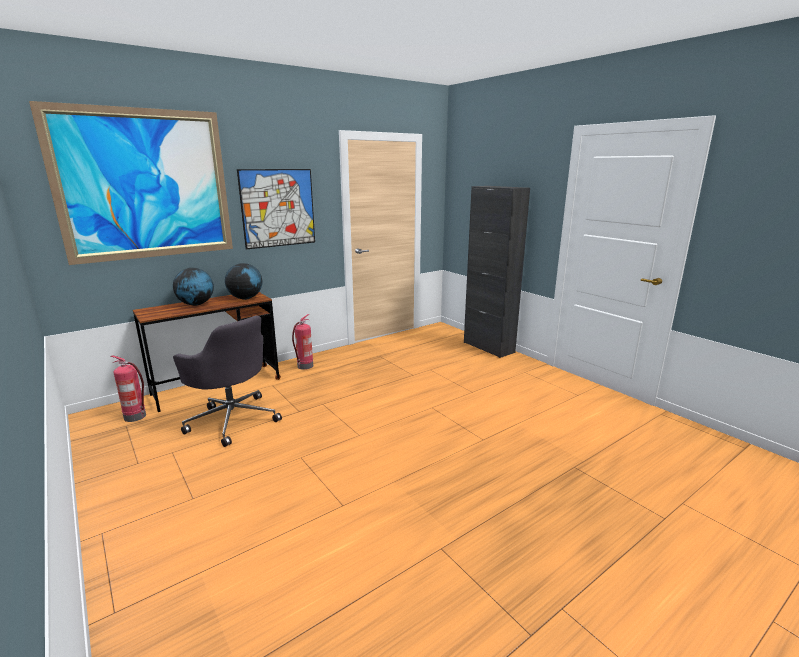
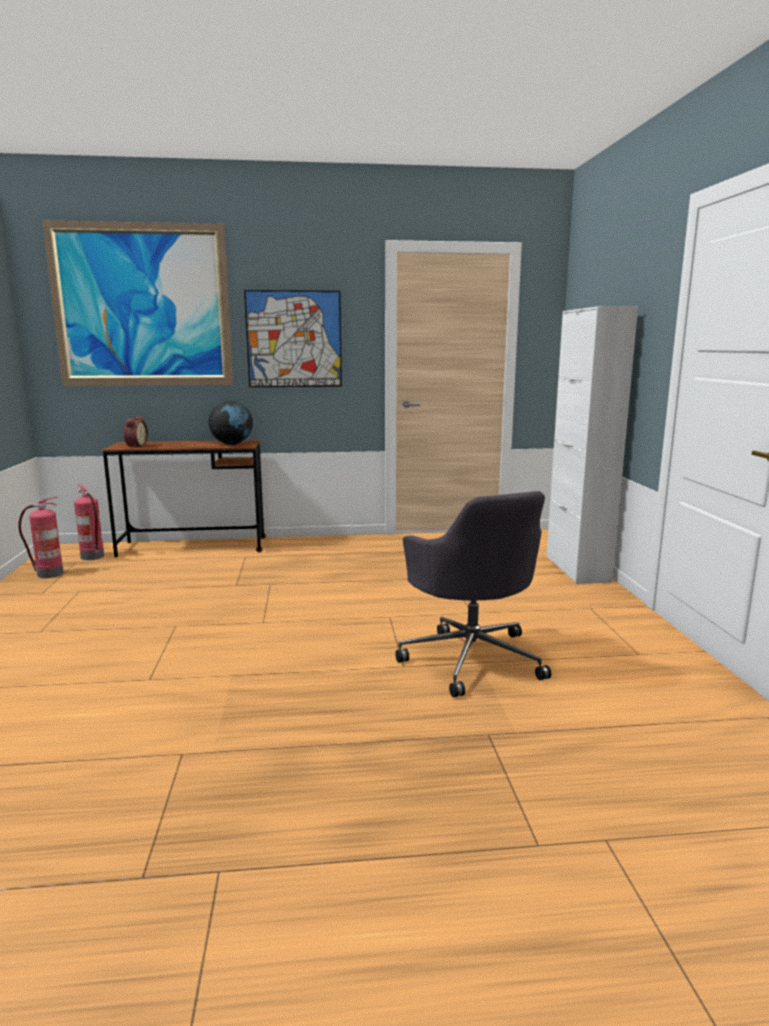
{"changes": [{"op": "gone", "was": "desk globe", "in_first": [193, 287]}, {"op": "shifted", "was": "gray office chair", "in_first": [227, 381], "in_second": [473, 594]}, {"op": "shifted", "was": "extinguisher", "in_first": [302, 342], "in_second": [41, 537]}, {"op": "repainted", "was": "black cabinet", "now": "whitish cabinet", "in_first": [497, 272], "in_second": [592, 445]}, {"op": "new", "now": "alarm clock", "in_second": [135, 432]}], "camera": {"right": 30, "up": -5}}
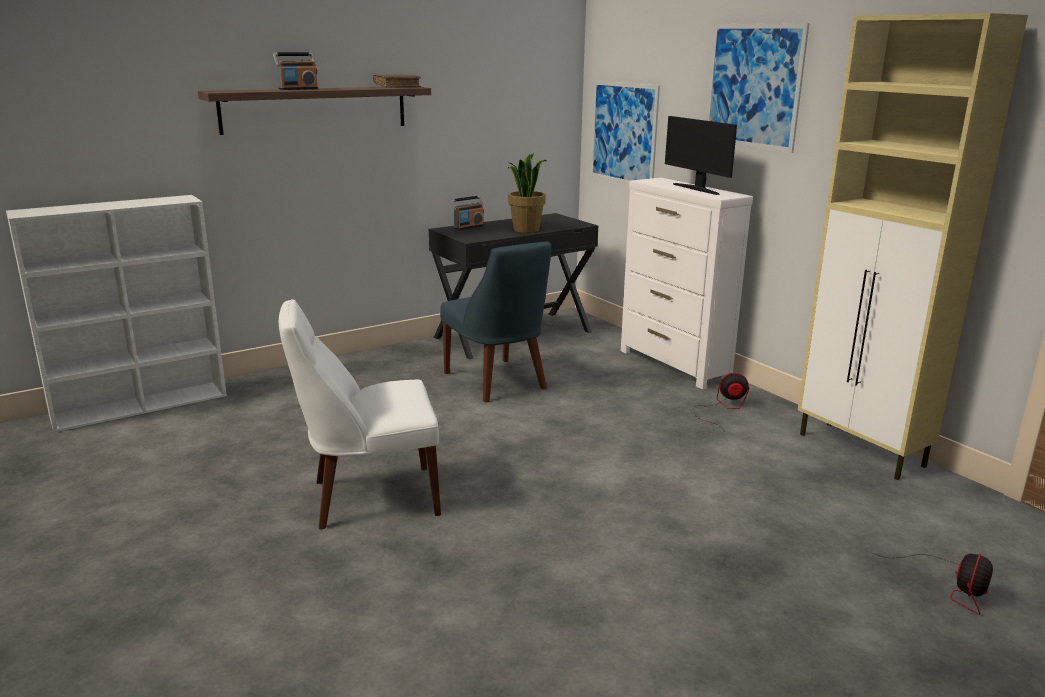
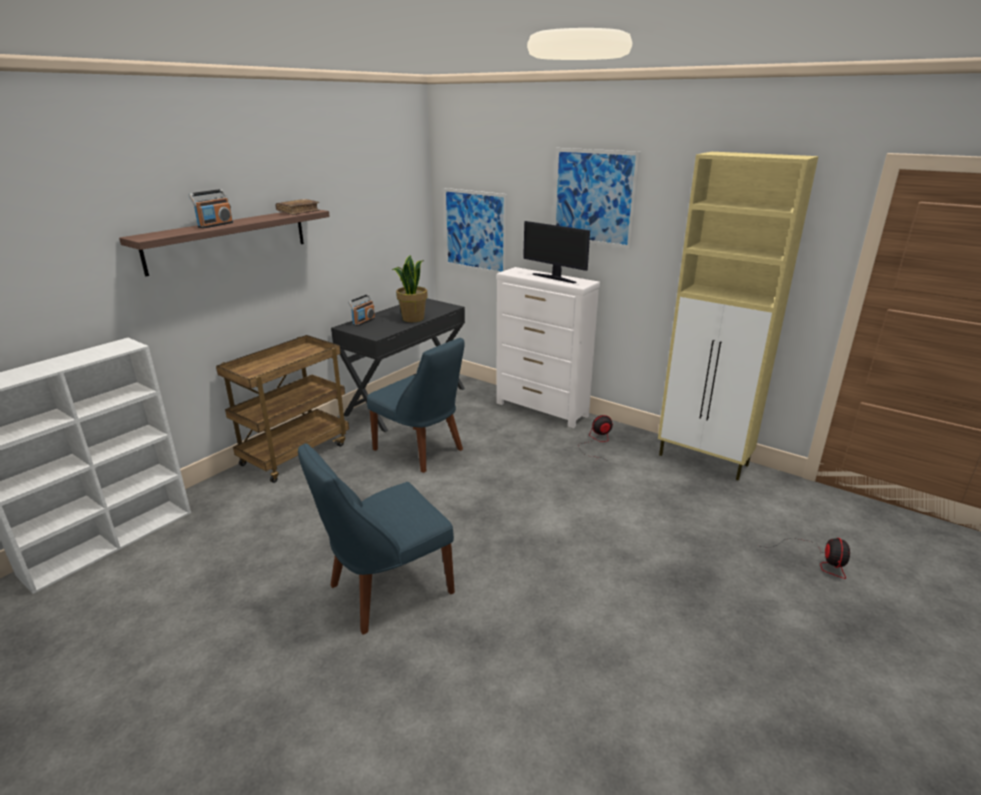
{"changes": [{"op": "repainted", "was": "whitish chair", "now": "blue chair", "in_first": [360, 414], "in_second": [376, 539]}, {"op": "new", "now": "brown-coloured trolley", "in_second": [282, 409]}], "camera": {"right": -20, "up": 5}}
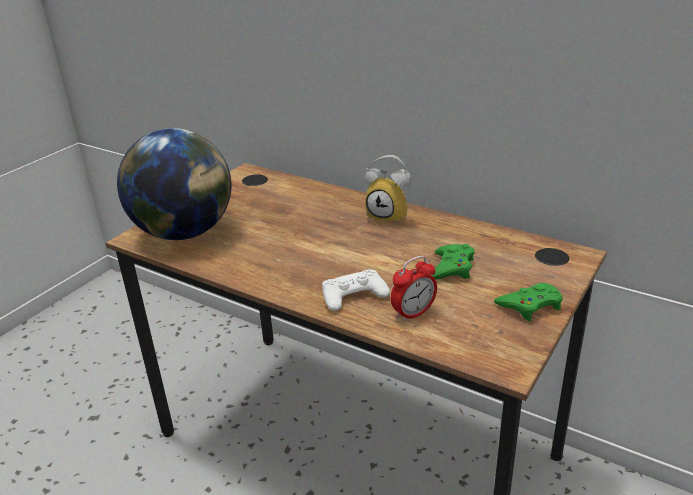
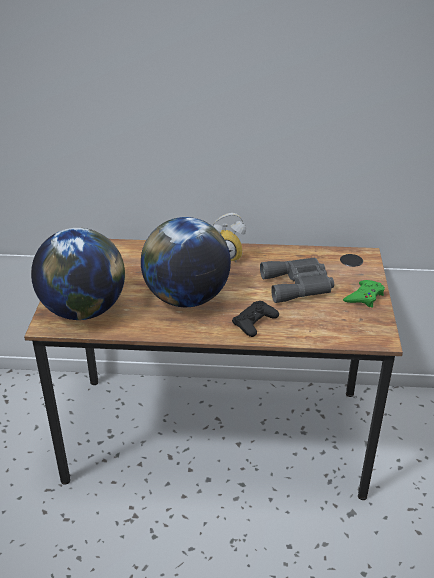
{"changes": [{"op": "repainted", "was": "whitish gamepad", "now": "black gamepad", "in_first": [356, 290], "in_second": [255, 319]}, {"op": "gone", "was": "alarm clock", "in_first": [414, 289]}, {"op": "swapped", "was": "greenish gamepad", "now": "gray field glasses", "in_first": [452, 262], "in_second": [297, 280]}, {"op": "new", "now": "desk globe", "in_second": [186, 262]}], "camera": {"right": -30, "up": 5}}
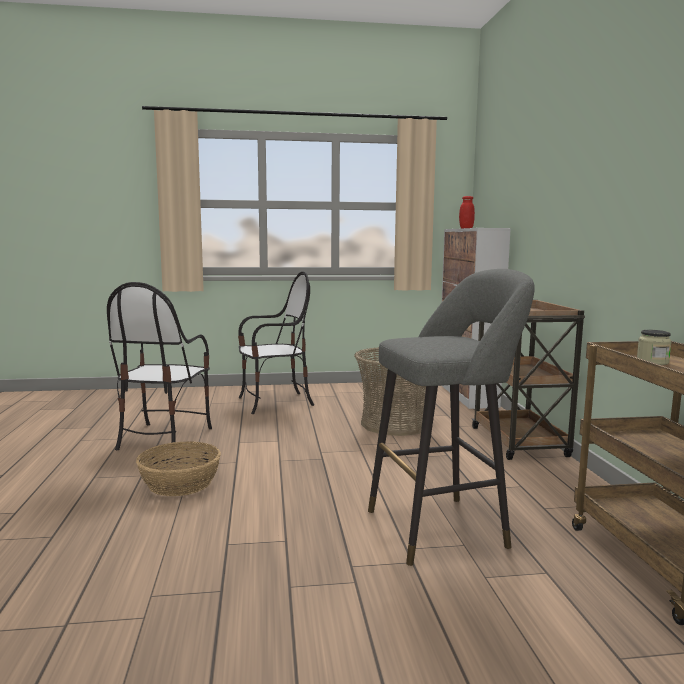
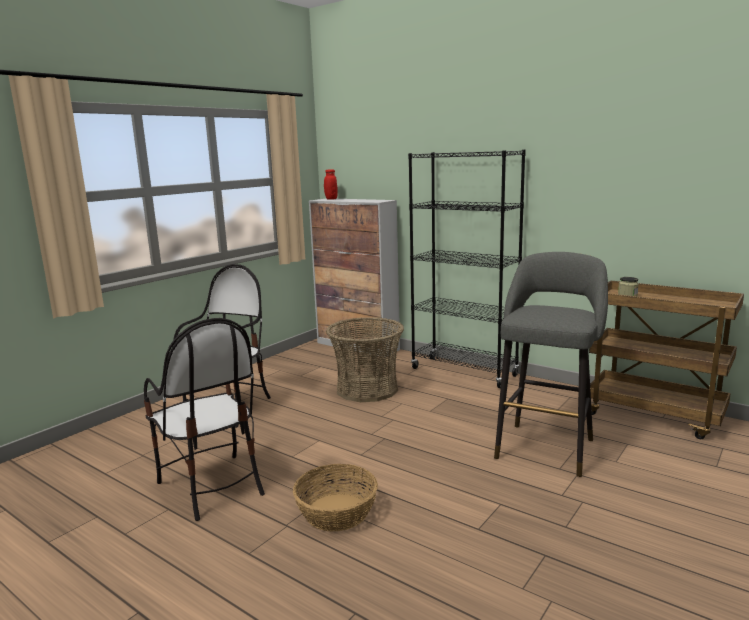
{"changes": [{"op": "swapped", "was": "brown-coloured trolley", "now": "black bookshelf", "in_first": [528, 380], "in_second": [467, 269]}], "camera": {"right": -45, "up": 5}}
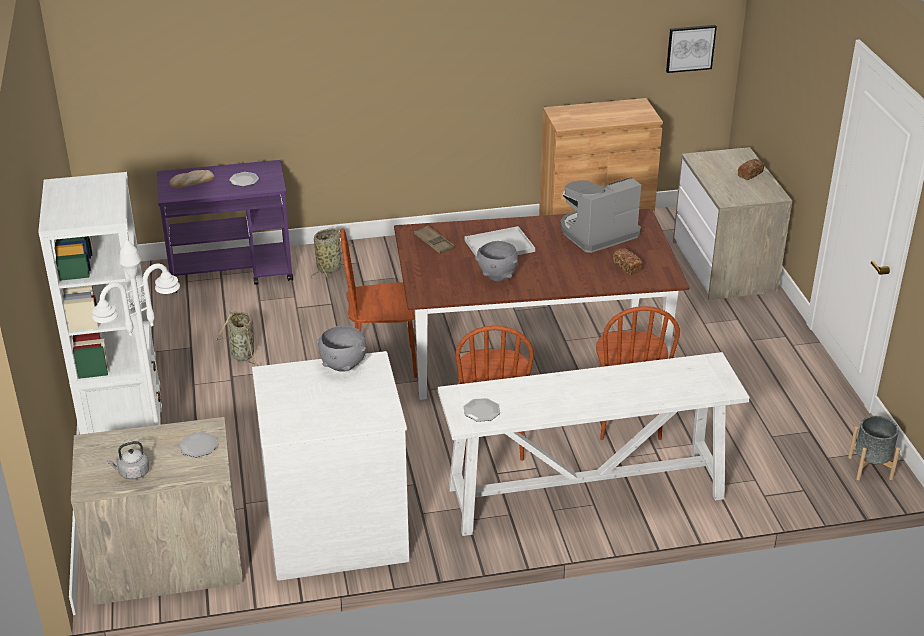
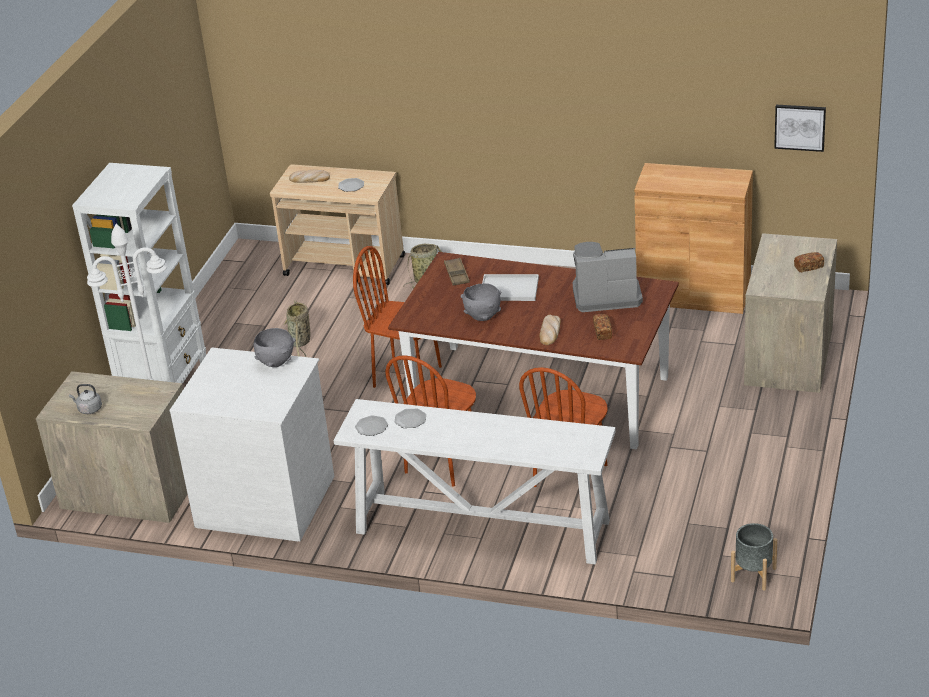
{"changes": [{"op": "repainted", "was": "purple trolley", "now": "sand-coloured trolley", "in_first": [225, 226], "in_second": [337, 224]}, {"op": "shifted", "was": "plate", "in_first": [198, 444], "in_second": [410, 418]}, {"op": "new", "now": "baked bread", "in_second": [550, 330]}], "camera": {"right": 30, "up": 0}}
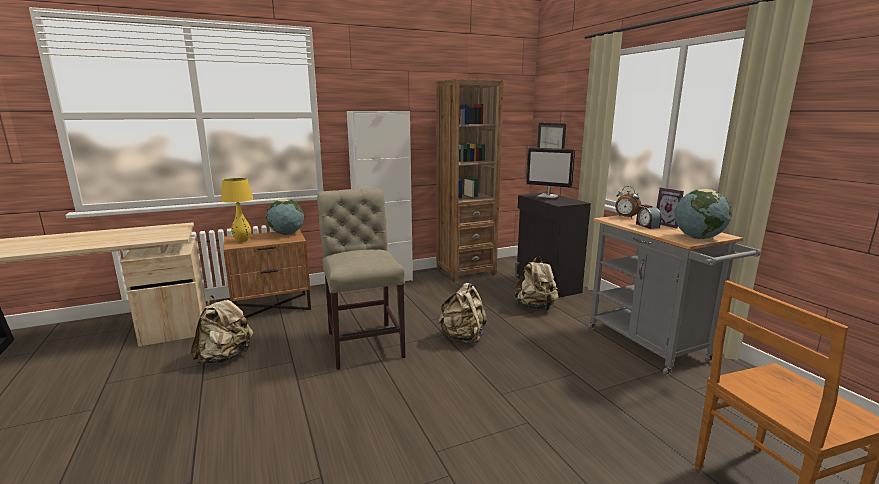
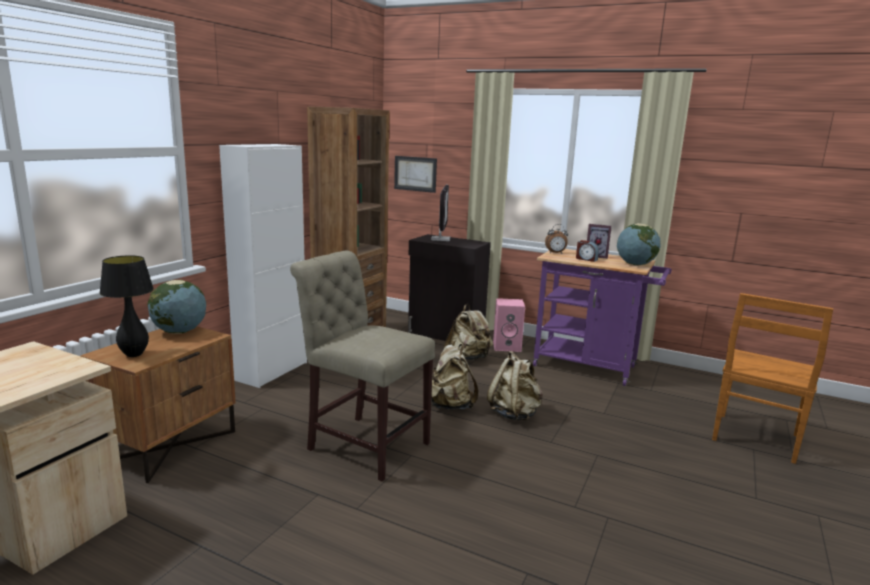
{"changes": [{"op": "shifted", "was": "sand-coloured backpack", "in_first": [222, 329], "in_second": [515, 386]}, {"op": "repainted", "was": "yellow tabletop lamp", "now": "black tabletop lamp", "in_first": [237, 210], "in_second": [127, 306]}, {"op": "rotated", "was": "monitor", "in_first": [550, 172], "in_second": [441, 213], "clockwise": -75}, {"op": "repainted", "was": "gray trolley", "now": "purple trolley", "in_first": [674, 295], "in_second": [602, 317]}, {"op": "new", "now": "pink audio speaker", "in_second": [509, 325]}], "camera": {"right": -40, "up": 0}}
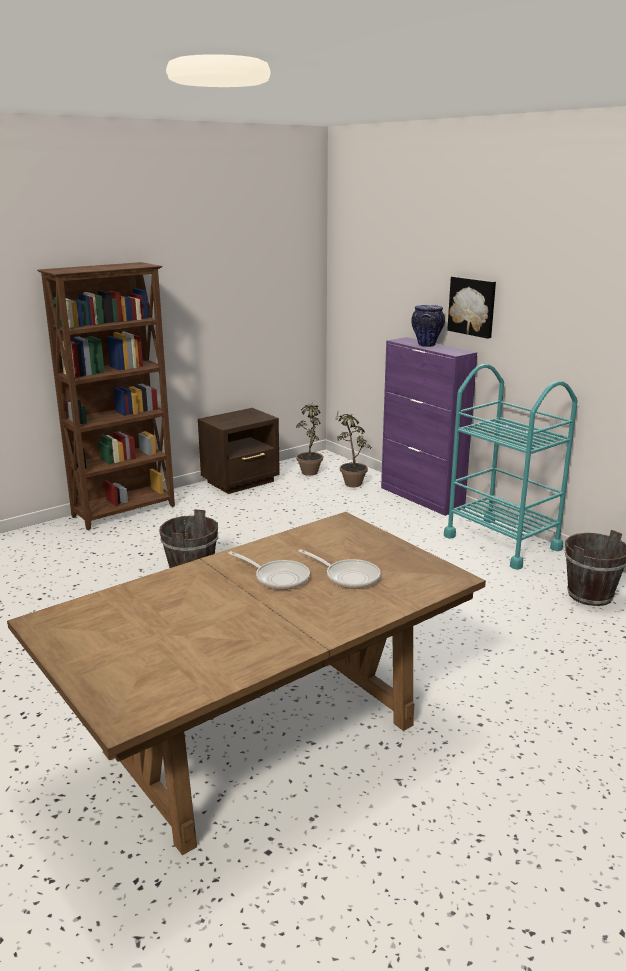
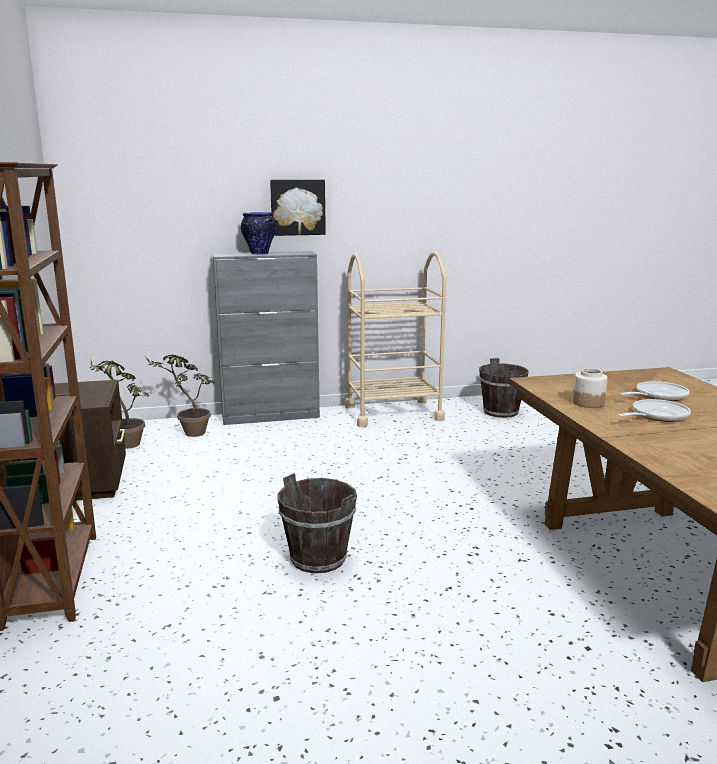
{"changes": [{"op": "repainted", "was": "purple cabinet", "now": "gray cabinet", "in_first": [429, 426], "in_second": [266, 338]}, {"op": "repainted", "was": "turquoise trolley", "now": "sand-coloured trolley", "in_first": [511, 467], "in_second": [395, 339]}, {"op": "new", "now": "preserve jar", "in_second": [590, 388]}], "camera": {"right": -65, "up": -5}}
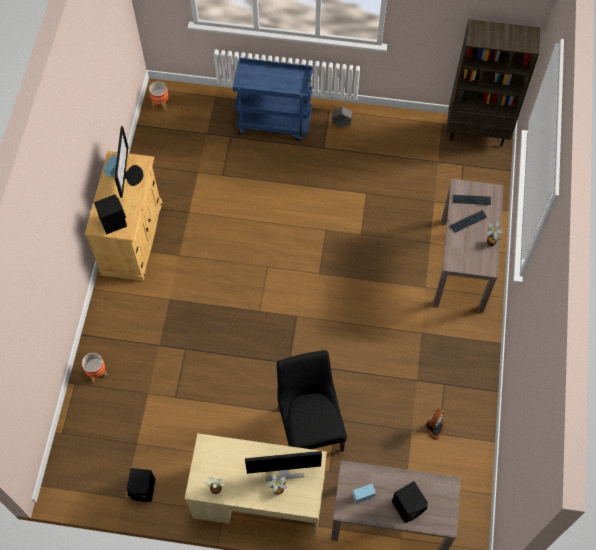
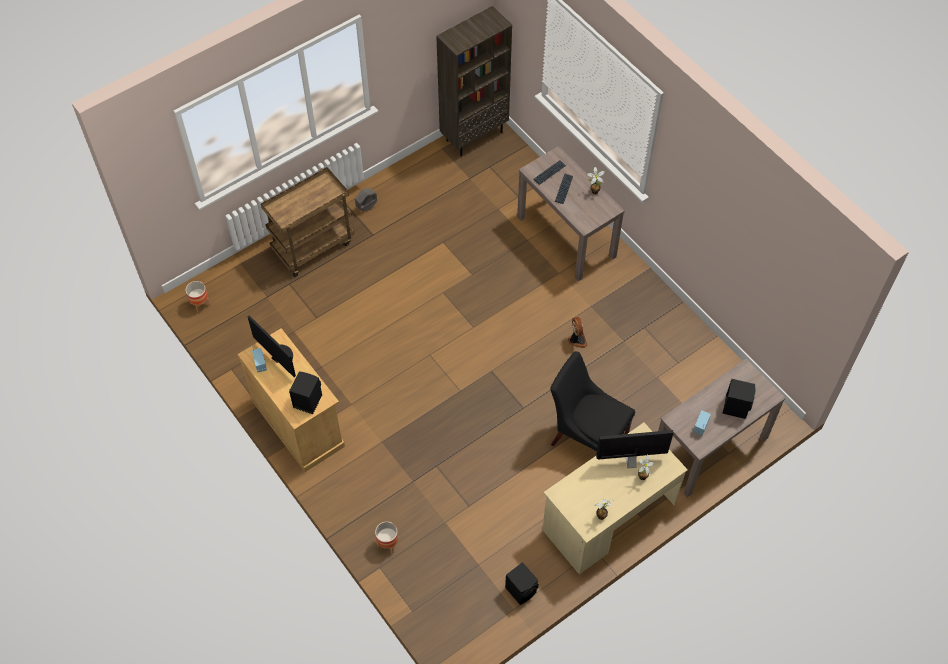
{"changes": [{"op": "repainted", "was": "blue trolley", "now": "brown-coloured trolley", "in_first": [273, 99], "in_second": [307, 222]}, {"op": "rotated", "was": "monitor", "in_first": [283, 466], "in_second": [635, 449], "clockwise": -135}, {"op": "shifted", "was": "cooling fan", "in_first": [435, 424], "in_second": [578, 332]}], "camera": {"right": -45, "up": -5}}
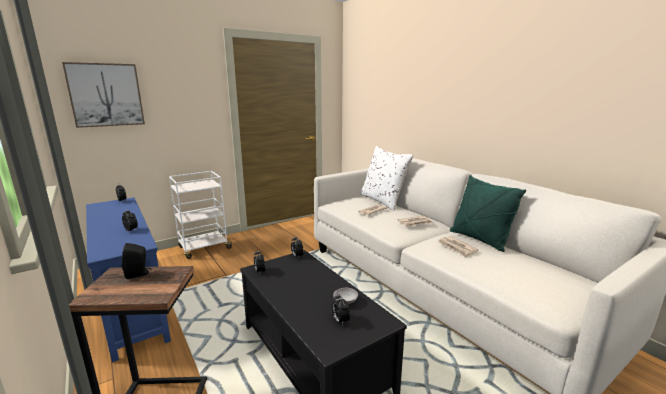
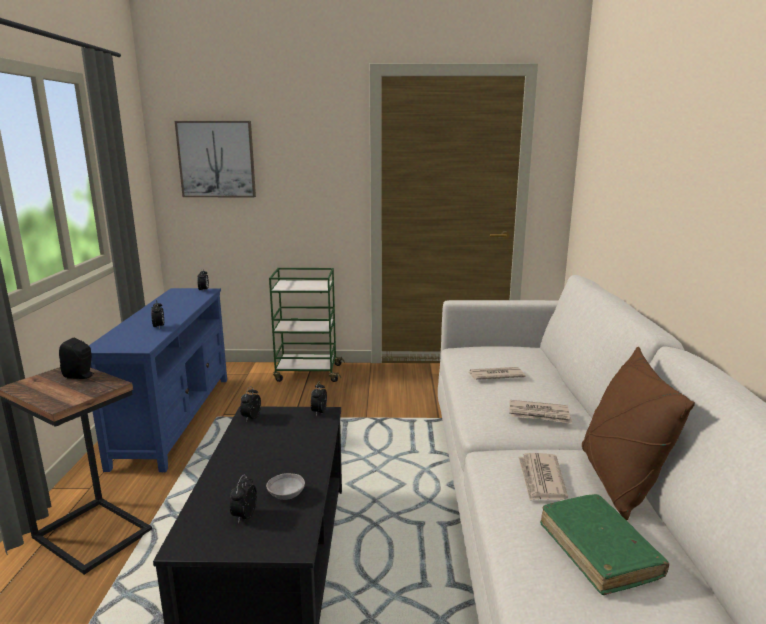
{"changes": [{"op": "repainted", "was": "whitish trolley", "now": "greenish trolley", "in_first": [201, 215], "in_second": [306, 325]}, {"op": "gone", "was": "whitish pillow", "in_first": [386, 178]}, {"op": "repainted", "was": "greenish pillow", "now": "brown-coloured pillow", "in_first": [488, 213], "in_second": [638, 433]}, {"op": "new", "now": "greenish bound book", "in_second": [604, 544]}], "camera": {"right": 35, "up": 0}}
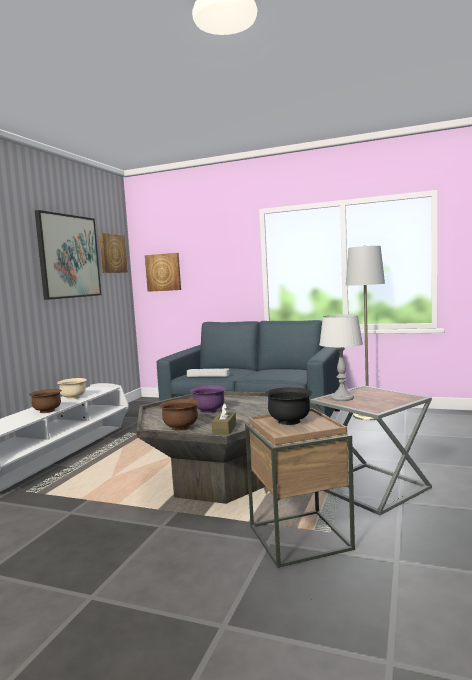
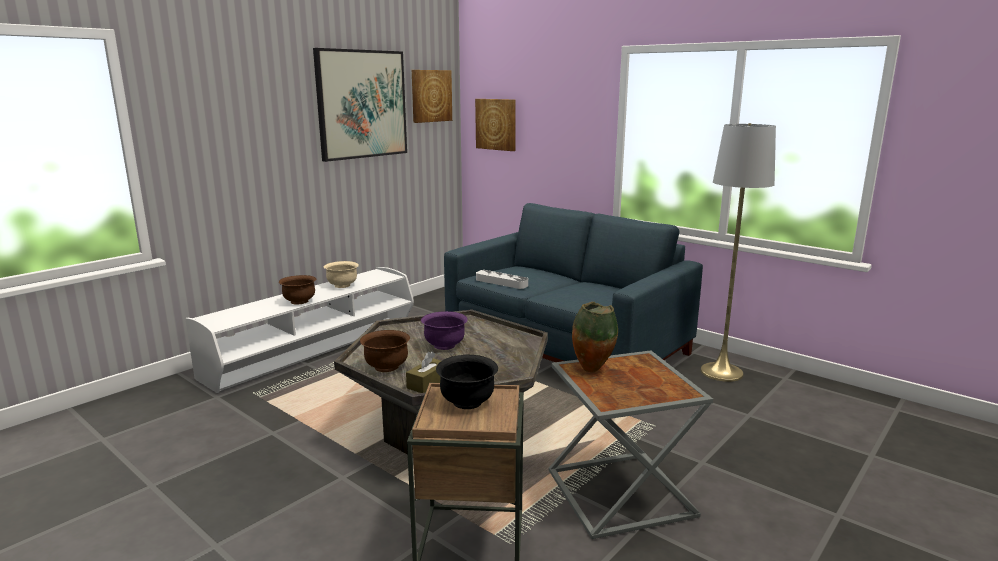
{"changes": [{"op": "swapped", "was": "gray tabletop lamp", "now": "vase", "in_first": [341, 357], "in_second": [595, 337]}], "camera": {"right": 20, "up": 10}}
